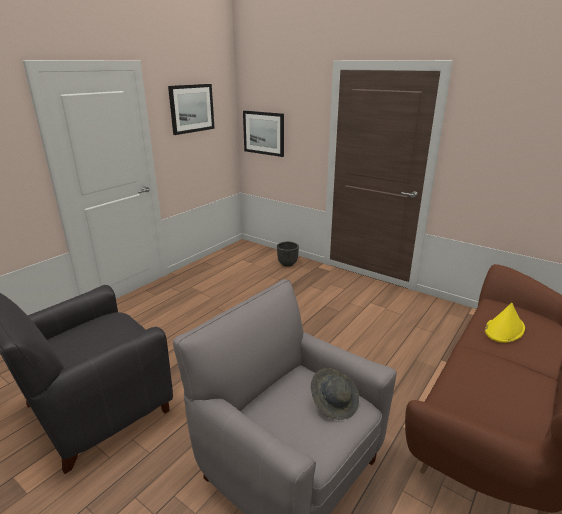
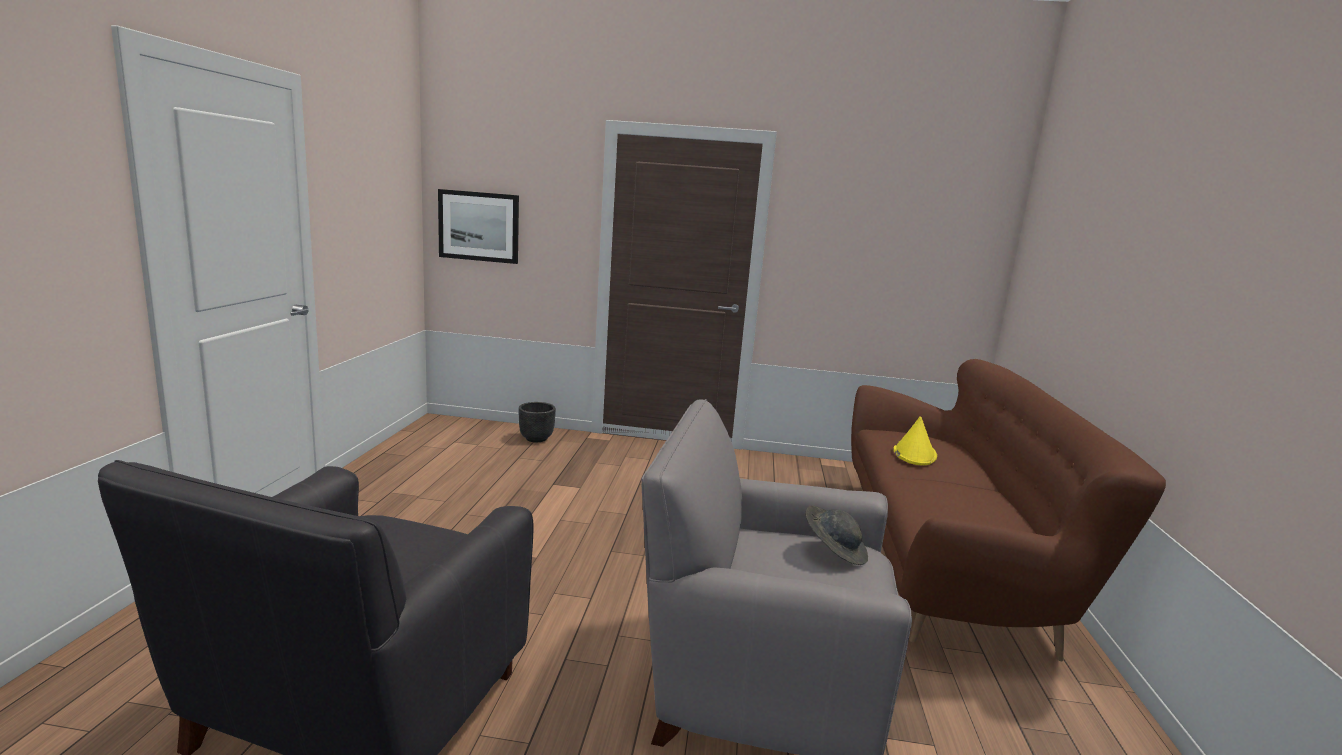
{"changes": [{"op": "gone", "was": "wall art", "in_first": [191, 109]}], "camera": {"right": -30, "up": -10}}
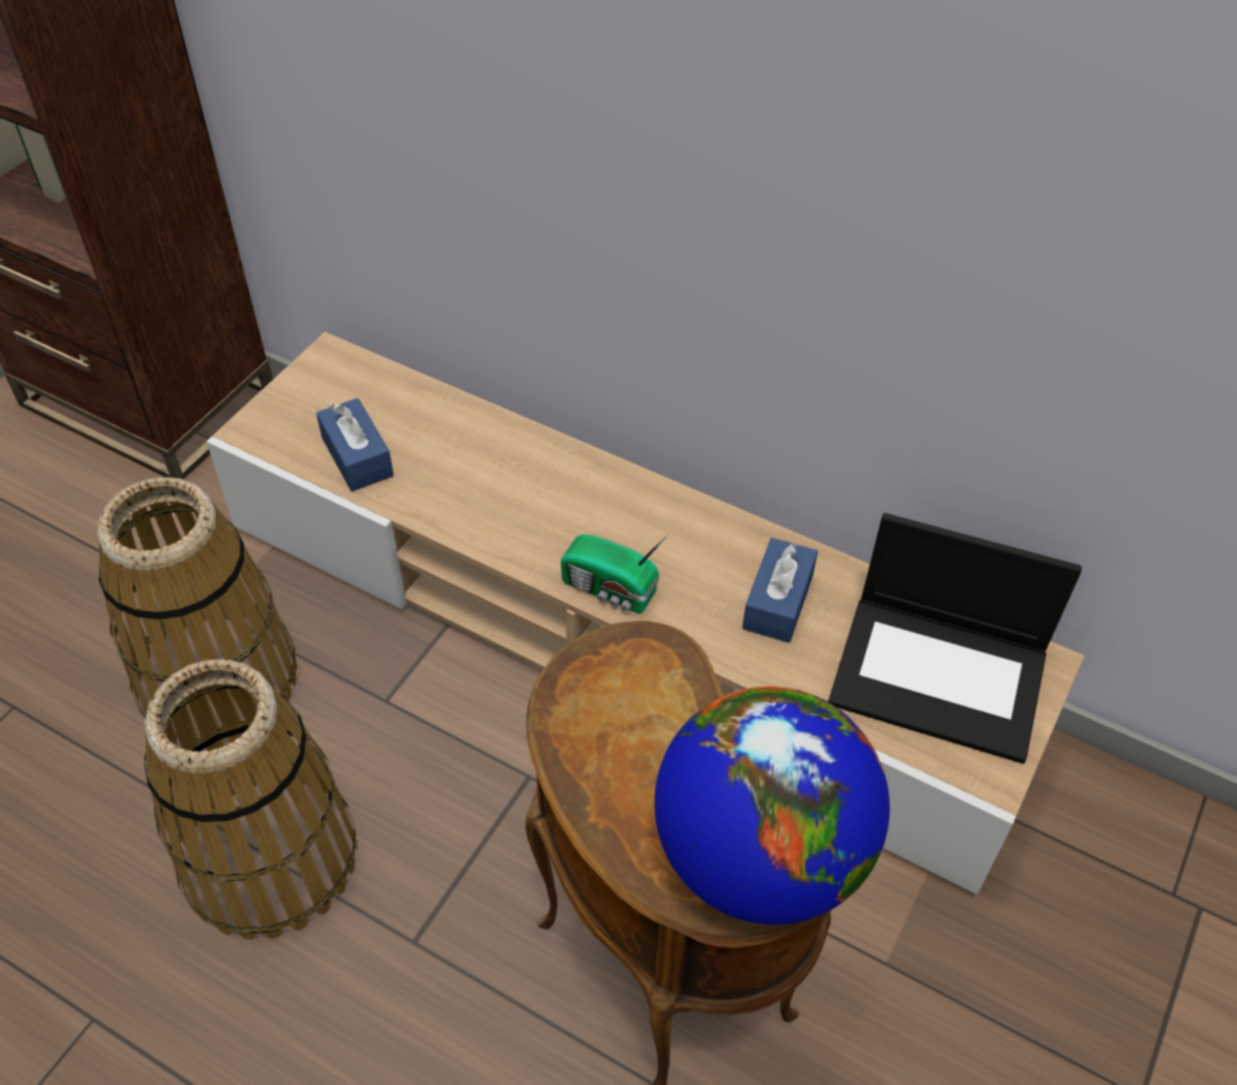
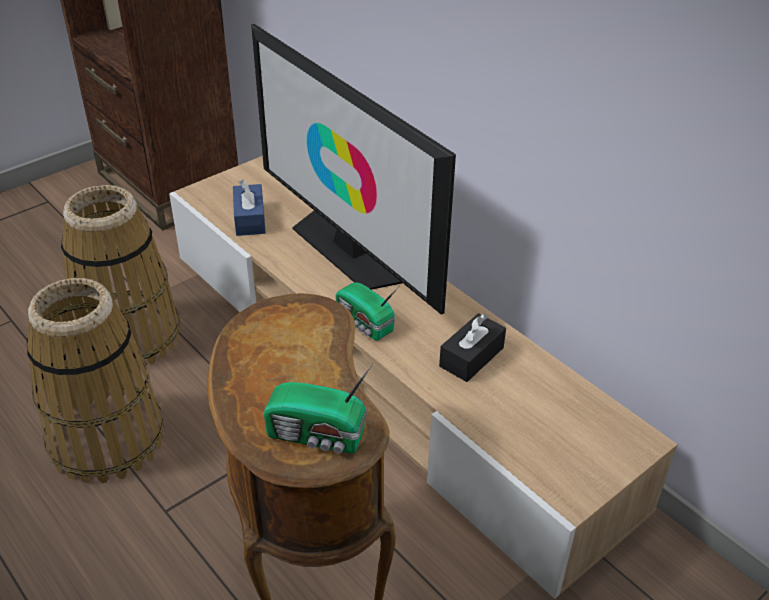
{"changes": [{"op": "swapped", "was": "desk globe", "now": "radio set", "in_first": [772, 805], "in_second": [318, 408]}, {"op": "repainted", "was": "blue tissue box", "now": "black tissue box", "in_first": [780, 590], "in_second": [472, 347]}, {"op": "gone", "was": "portable computer", "in_first": [955, 638]}, {"op": "new", "now": "television", "in_second": [353, 169]}], "camera": {"right": 20, "up": -10}}
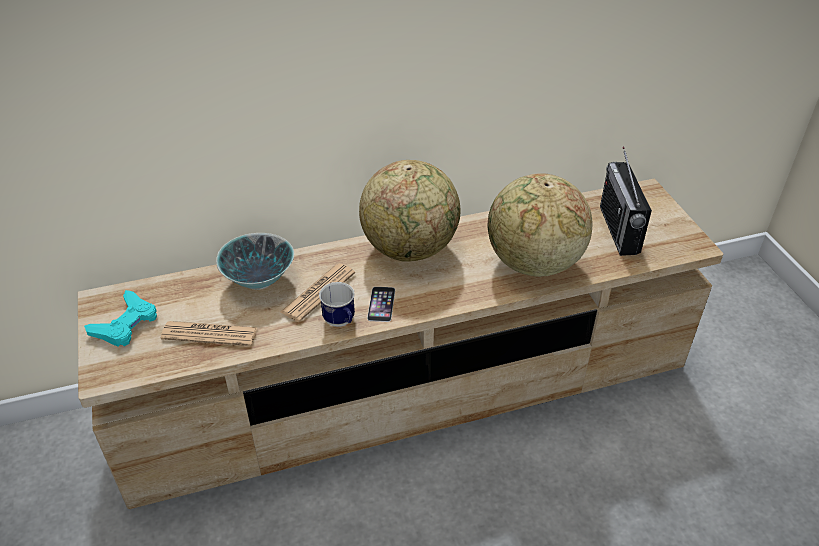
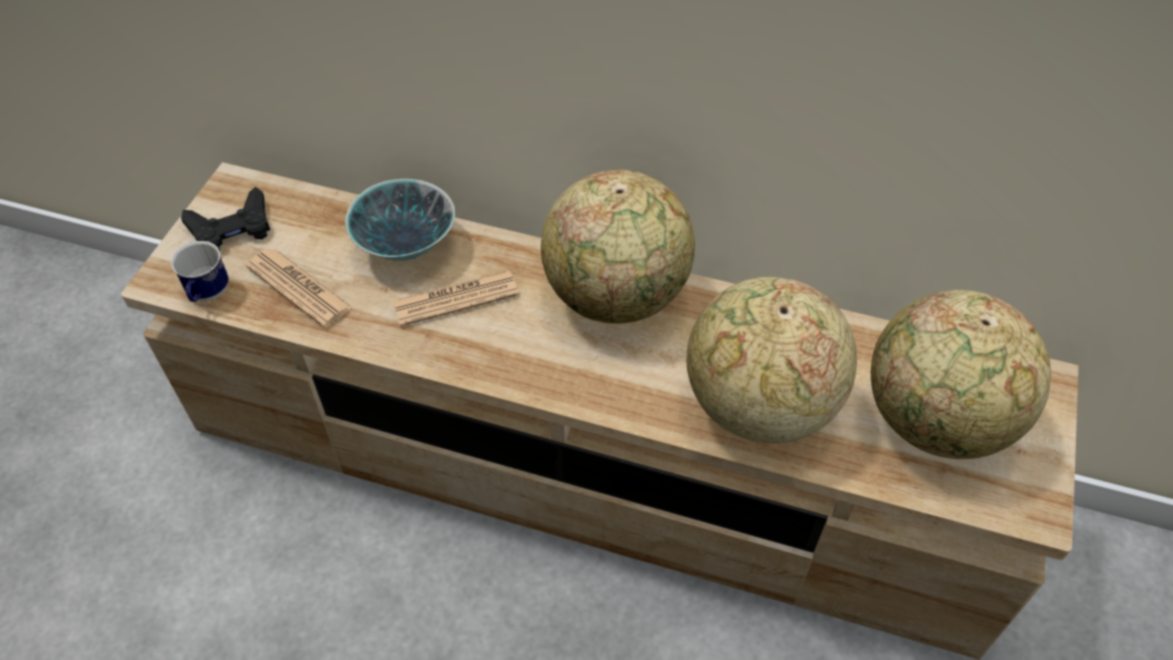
{"changes": [{"op": "repainted", "was": "turquoise gamepad", "now": "black gamepad", "in_first": [120, 318], "in_second": [225, 218]}, {"op": "shifted", "was": "coffee mug", "in_first": [337, 304], "in_second": [200, 271]}, {"op": "gone", "was": "telephone", "in_first": [381, 304]}, {"op": "swapped", "was": "radio set", "now": "desk globe", "in_first": [626, 201], "in_second": [961, 374]}], "camera": {"right": 35, "up": 10}}
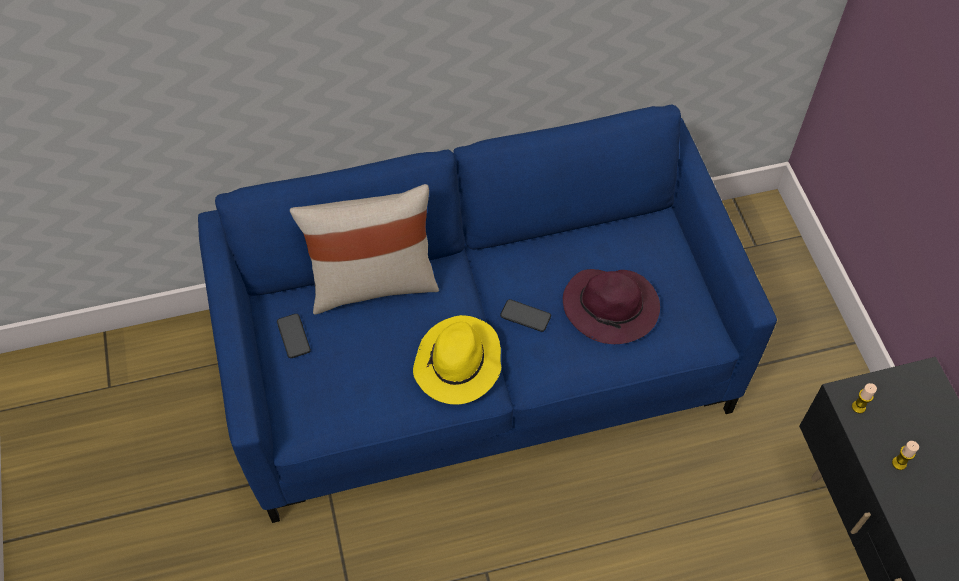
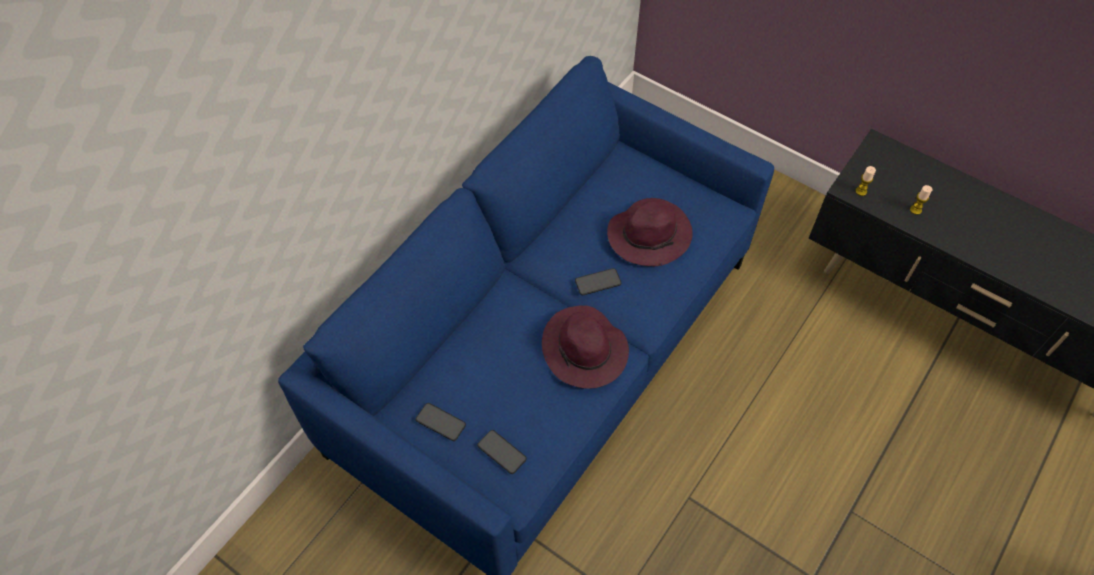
{"changes": [{"op": "gone", "was": "sand-coloured pillow", "in_first": [364, 249]}, {"op": "repainted", "was": "yellow hat", "now": "purple hat", "in_first": [457, 360], "in_second": [585, 346]}, {"op": "new", "now": "telephone", "in_second": [502, 452]}], "camera": {"right": -40, "up": 0}}
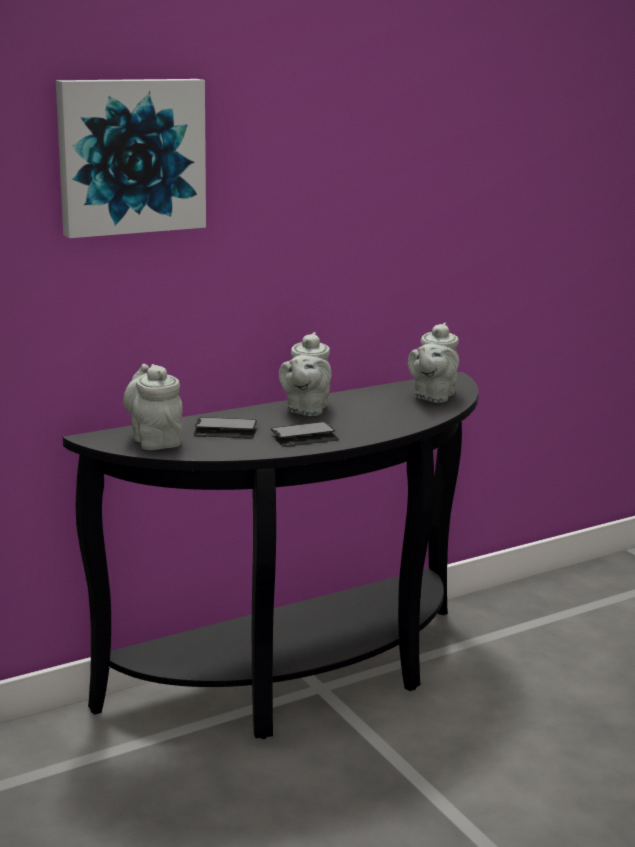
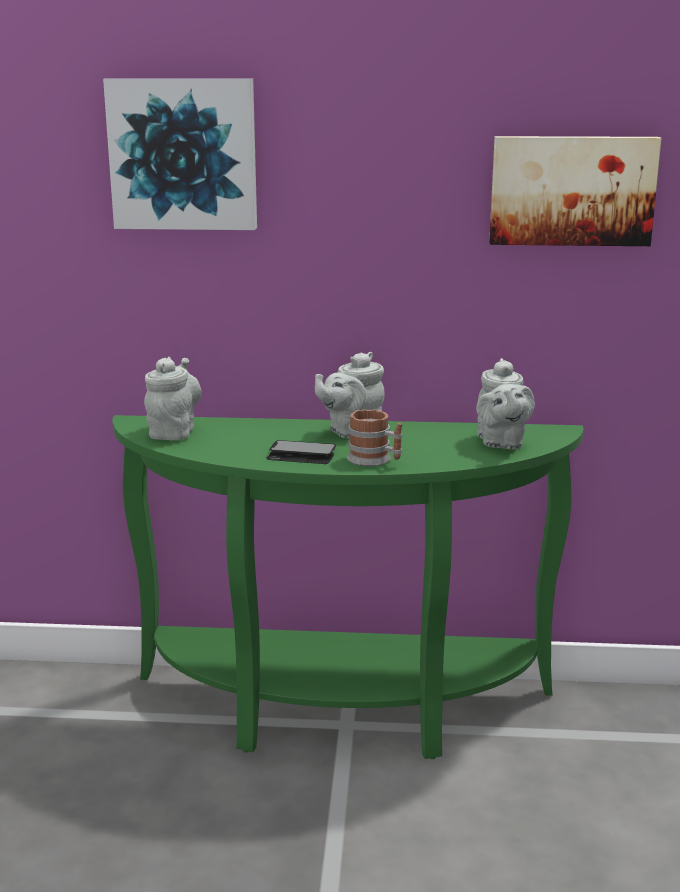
{"changes": [{"op": "repainted", "was": "black console table", "now": "greenish console table", "in_first": [271, 555], "in_second": [348, 587]}, {"op": "gone", "was": "telephone", "in_first": [225, 427]}, {"op": "rotated", "was": "gray teapot", "in_first": [433, 362], "in_second": [505, 403], "clockwise": -60}, {"op": "new", "now": "coffee mug", "in_second": [374, 437]}, {"op": "new", "now": "wall art", "in_second": [575, 191]}], "camera": {"right": 35, "up": 0}}
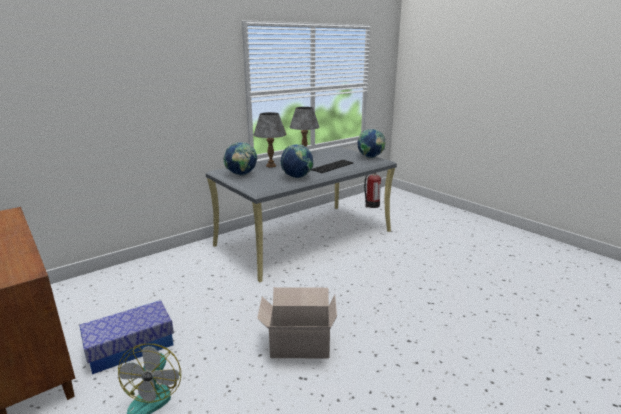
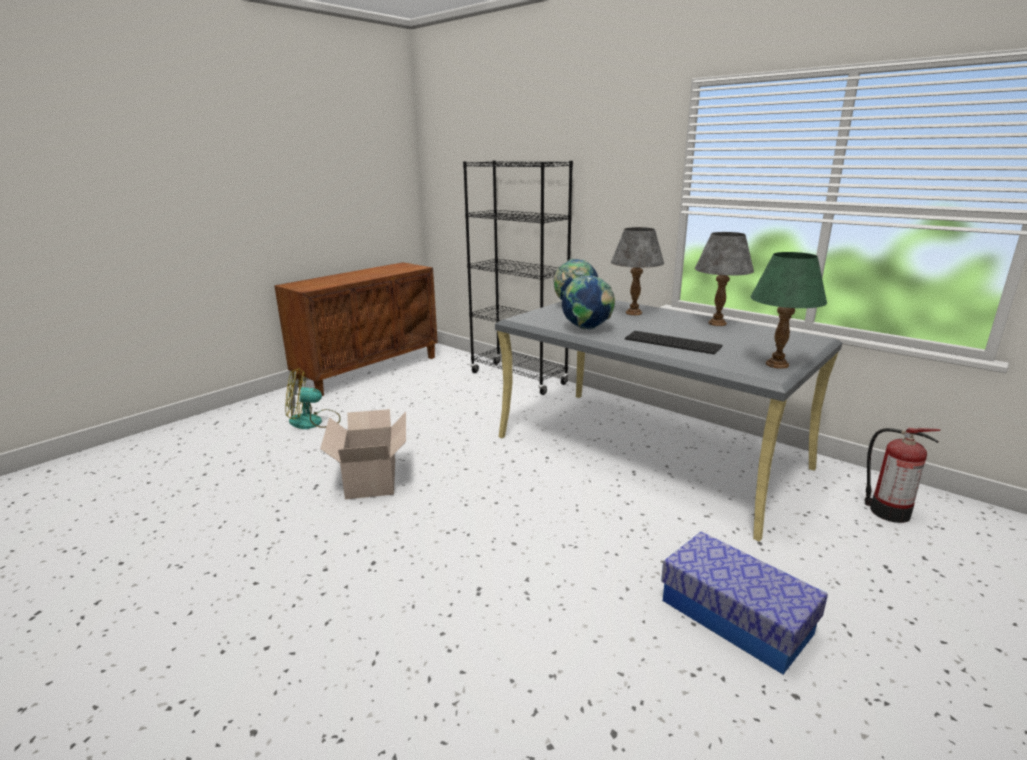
{"changes": [{"op": "shifted", "was": "storage bin", "in_first": [126, 337], "in_second": [744, 603]}, {"op": "swapped", "was": "desk globe", "now": "greenish tabletop lamp", "in_first": [372, 143], "in_second": [789, 310]}, {"op": "new", "now": "black bookshelf", "in_second": [518, 278]}], "camera": {"right": 80, "up": 0}}
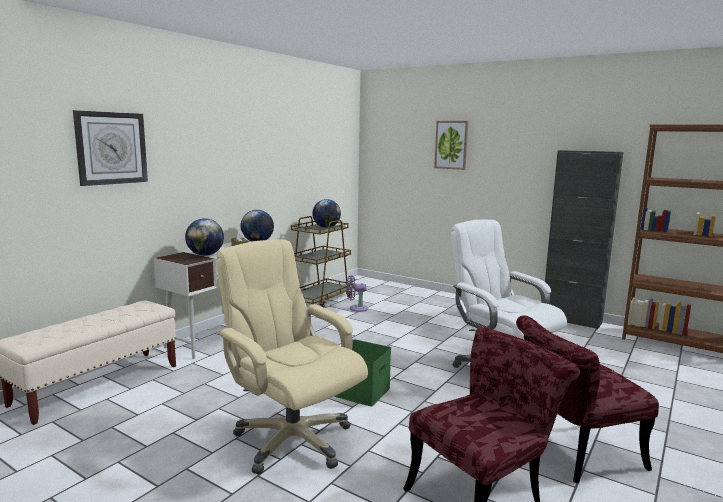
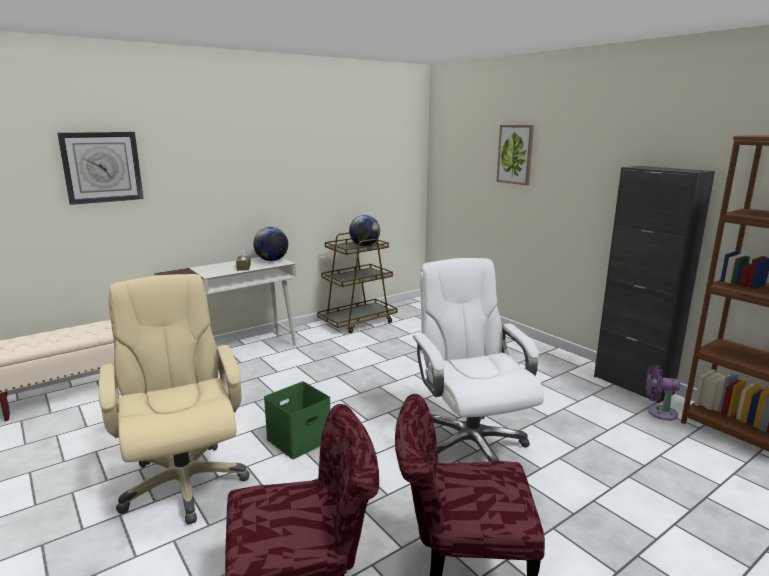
{"changes": [{"op": "gone", "was": "desk globe", "in_first": [204, 237]}, {"op": "shifted", "was": "purple cooling fan", "in_first": [357, 293], "in_second": [663, 392]}], "camera": {"right": 20, "up": 5}}
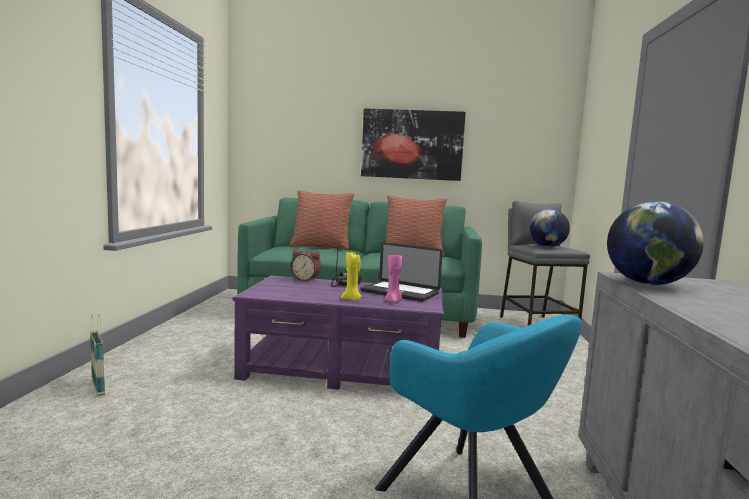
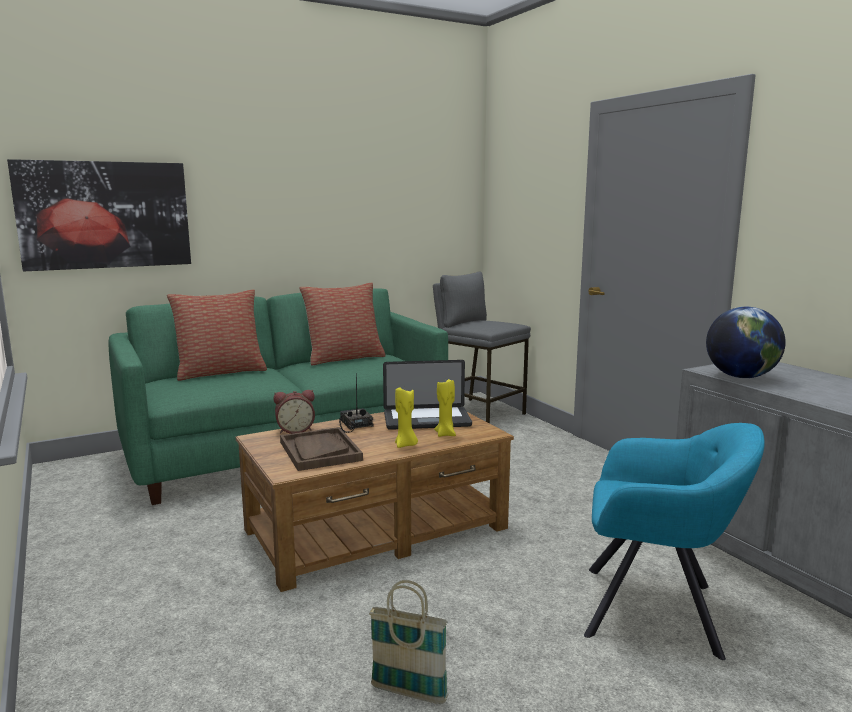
{"changes": [{"op": "shifted", "was": "basket", "in_first": [97, 354], "in_second": [408, 642]}, {"op": "repainted", "was": "purple lounge table", "now": "brown-coloured lounge table", "in_first": [338, 332], "in_second": [375, 500]}, {"op": "shifted", "was": "wall art", "in_first": [413, 144], "in_second": [99, 215]}, {"op": "repainted", "was": "pink candle", "now": "yellow candle", "in_first": [393, 277], "in_second": [445, 408]}, {"op": "gone", "was": "desk globe", "in_first": [549, 228]}, {"op": "new", "now": "brown-coloured serving tray", "in_second": [321, 449]}], "camera": {"right": -35, "up": 5}}
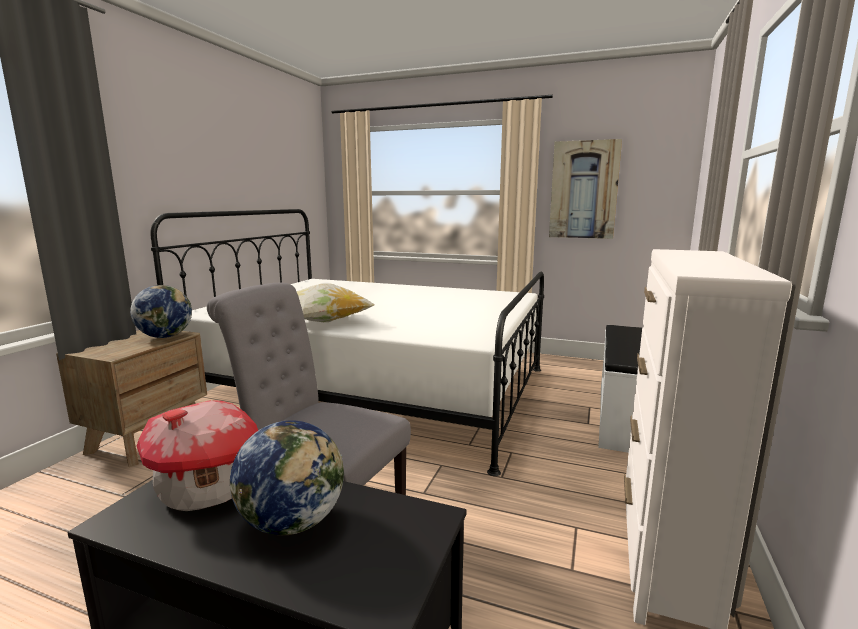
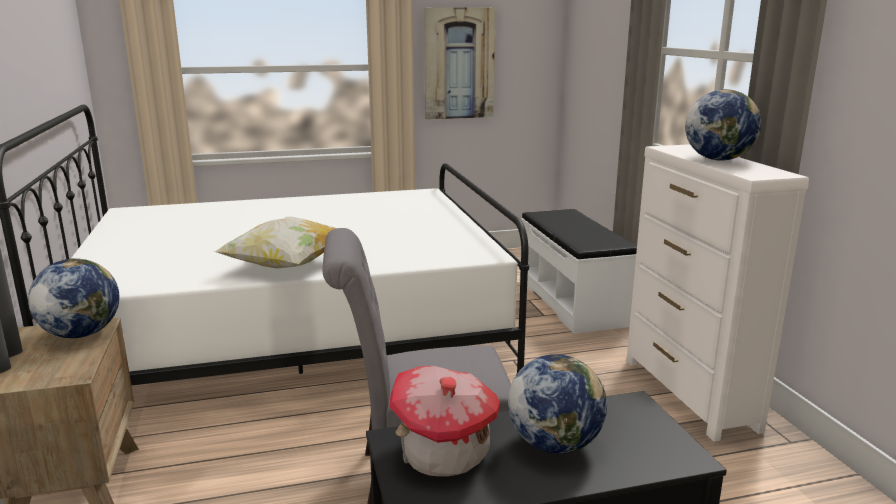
{"changes": [{"op": "new", "now": "desk globe", "in_second": [723, 125]}], "camera": {"right": -35, "up": 5}}
